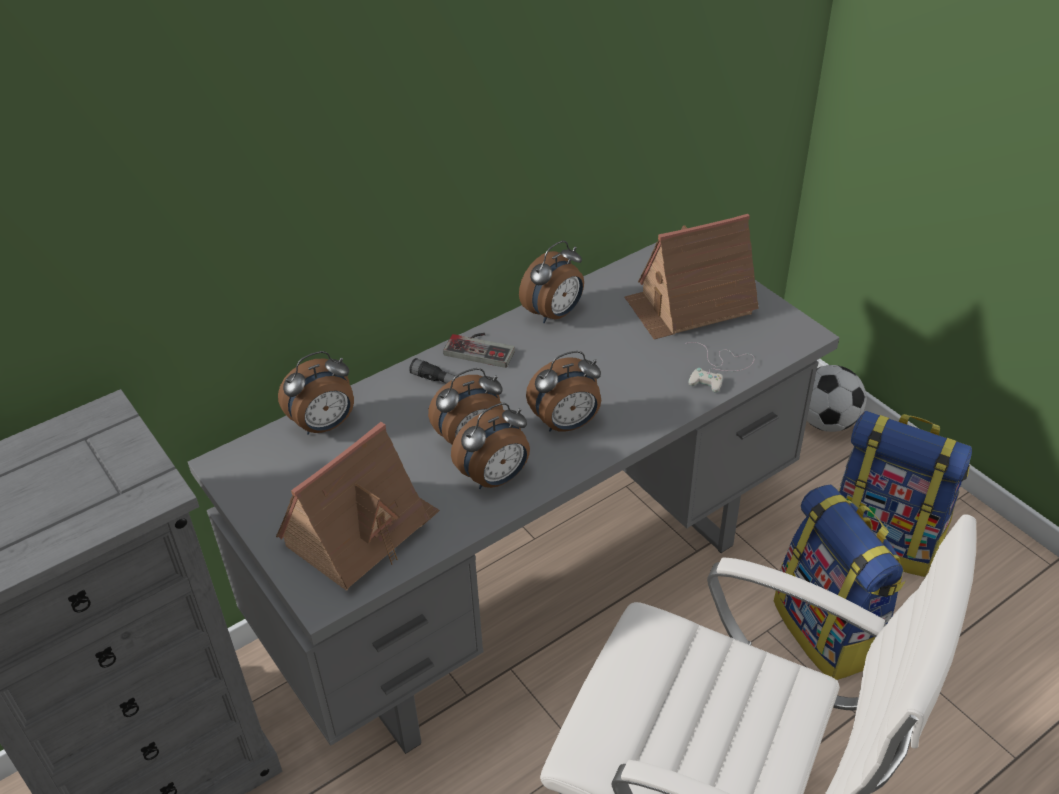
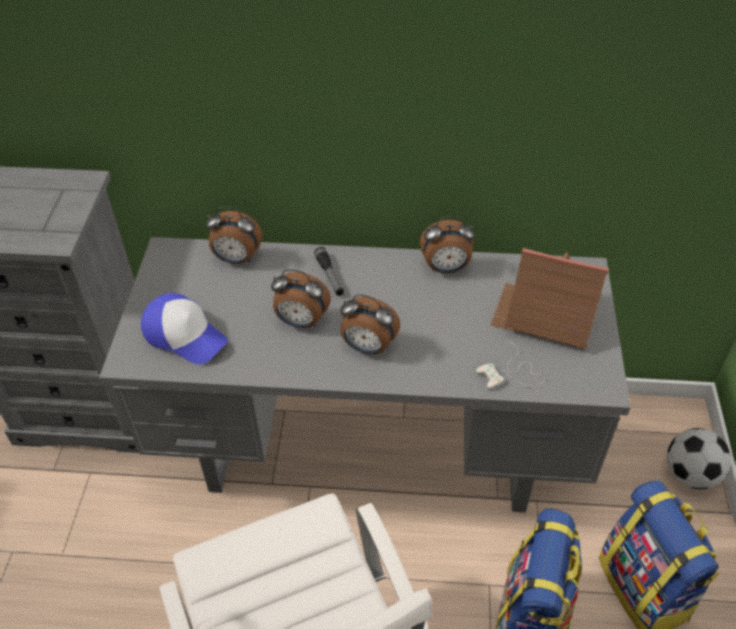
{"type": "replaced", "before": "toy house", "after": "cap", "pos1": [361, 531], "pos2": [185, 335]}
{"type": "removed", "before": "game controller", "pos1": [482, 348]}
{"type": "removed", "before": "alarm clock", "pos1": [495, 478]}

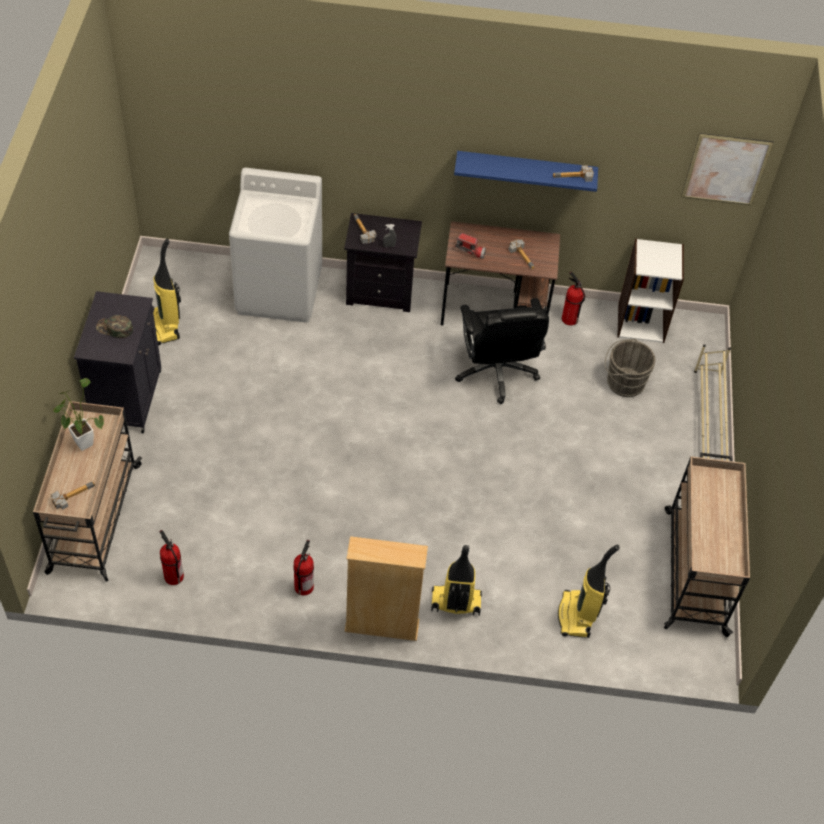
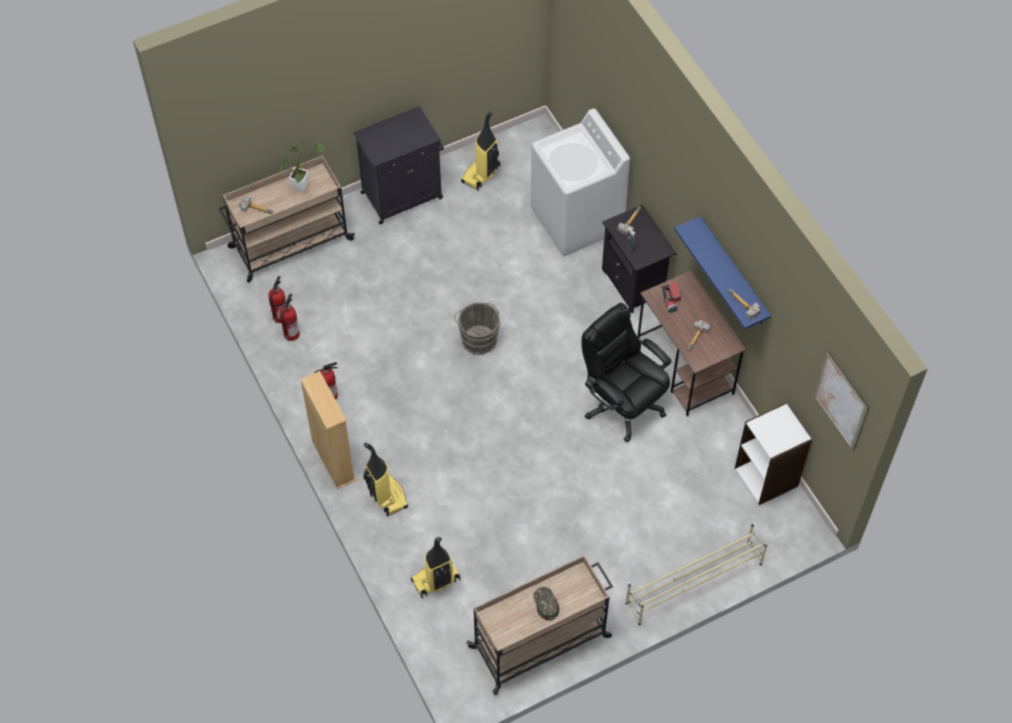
{"type": "moved", "before": "fire extinguisher", "pos1": [569, 319], "pos2": [291, 333]}
{"type": "moved", "before": "grey bucket", "pos1": [623, 382], "pos2": [478, 338]}
{"type": "moved", "before": "green cap", "pos1": [114, 329], "pos2": [545, 604]}
{"type": "turned", "before": "black office chair", "pos1": [496, 372], "pos2": [622, 404], "turn": 90}

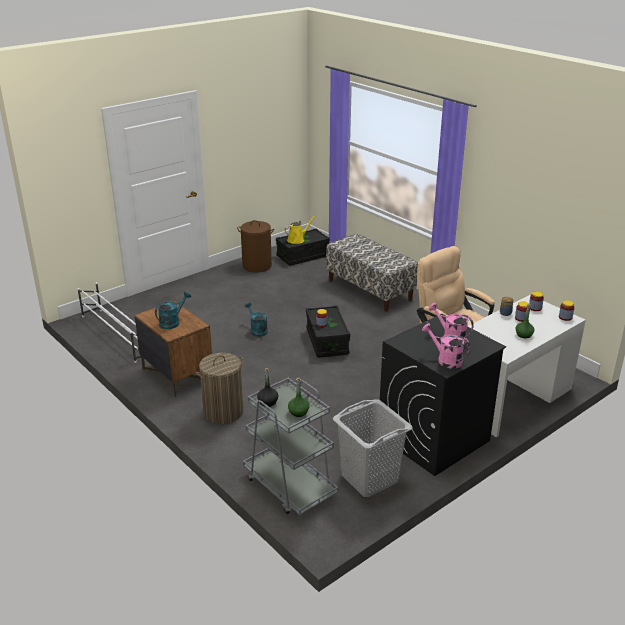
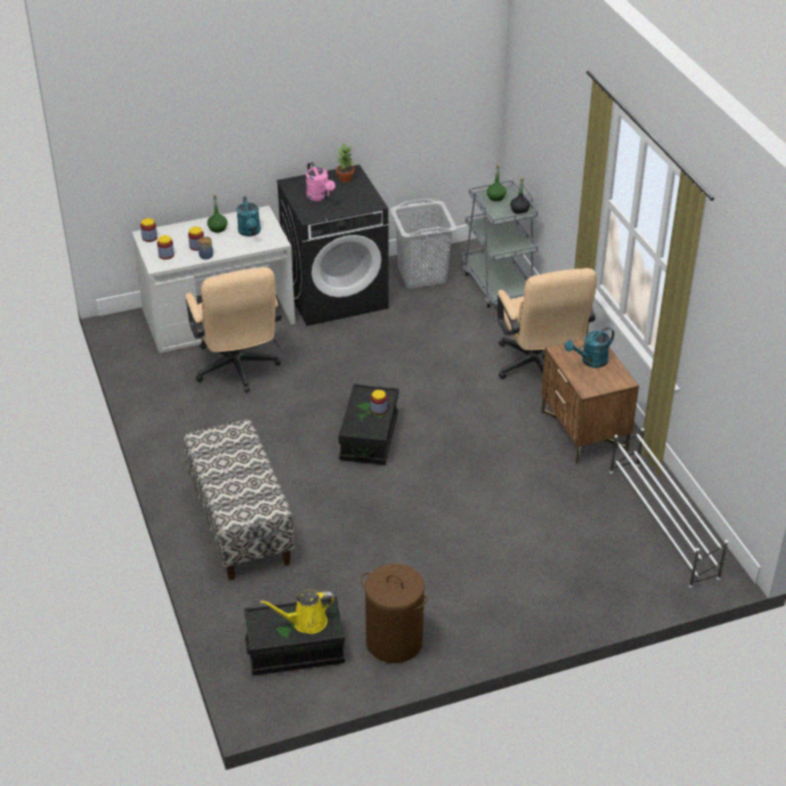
{"type": "moved", "before": "turquoise watering can", "pos1": [257, 330], "pos2": [250, 232]}
{"type": "replaced", "before": "pink watering can", "after": "potted plant", "pos1": [445, 360], "pos2": [345, 178]}
{"type": "replaced", "before": "laundry basket", "after": "beige office chair", "pos1": [223, 412], "pos2": [539, 369]}

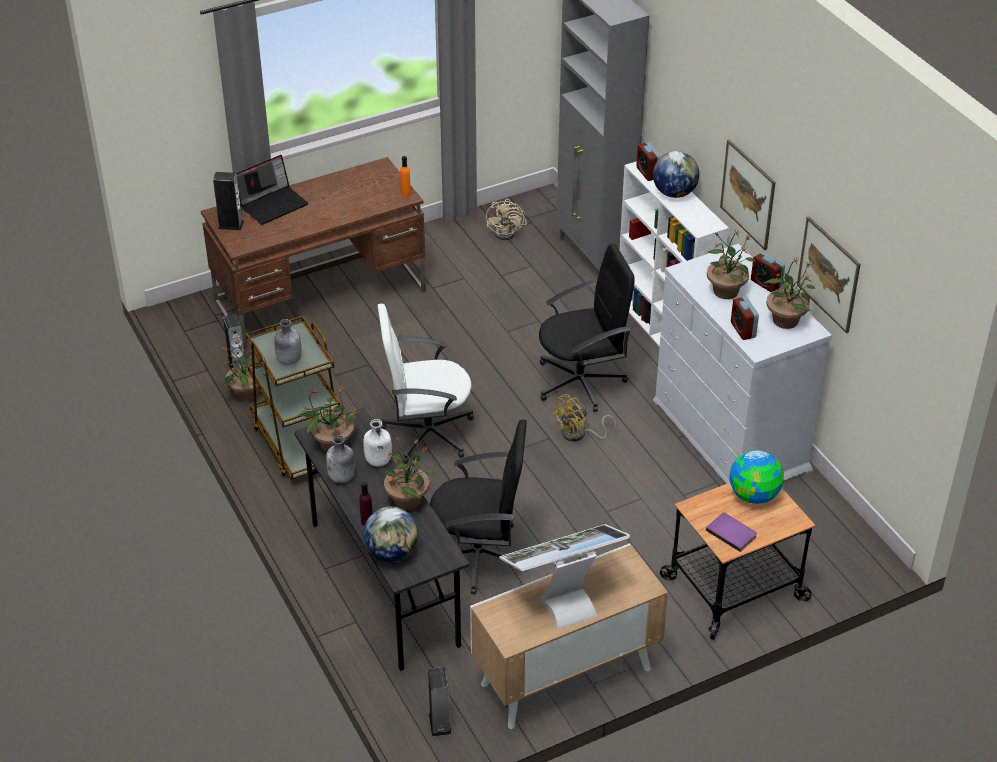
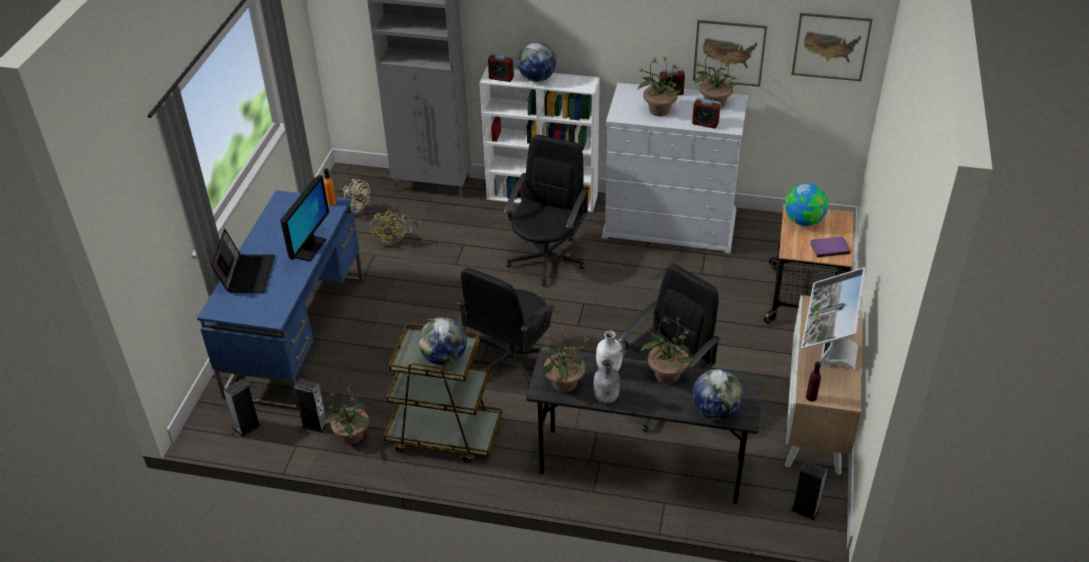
{"type": "recoloured", "before": "brown desk", "after": "blue desk", "pos1": [321, 296], "pos2": [297, 336]}
{"type": "moved", "before": "speaker", "pos1": [231, 224], "pos2": [247, 427]}
{"type": "added", "after": "monitor", "pos2": [309, 248]}
{"type": "moved", "before": "yellow fan", "pos1": [579, 434], "pos2": [394, 240]}
{"type": "replaced", "before": "grey bottle", "after": "globe", "pos1": [288, 360], "pos2": [444, 358]}
{"type": "recoloured", "before": "white office chair", "after": "black office chair", "pos1": [426, 433], "pos2": [511, 360]}
{"type": "moved", "before": "picture", "pos1": [748, 194], "pos2": [831, 46]}
{"type": "moved", "before": "purple bottle", "pos1": [367, 521], "pos2": [811, 397]}

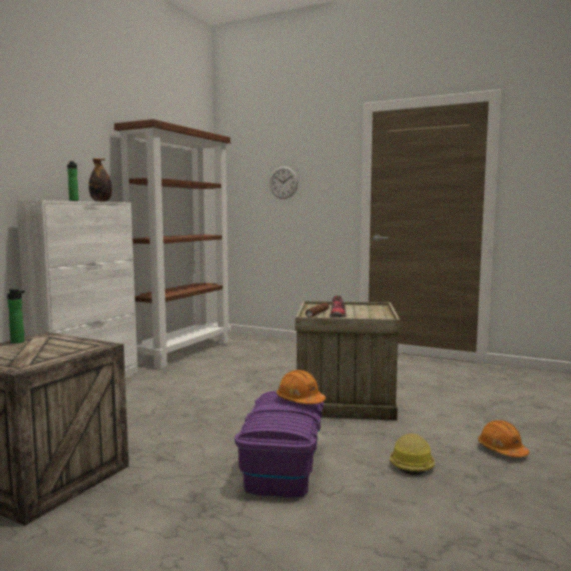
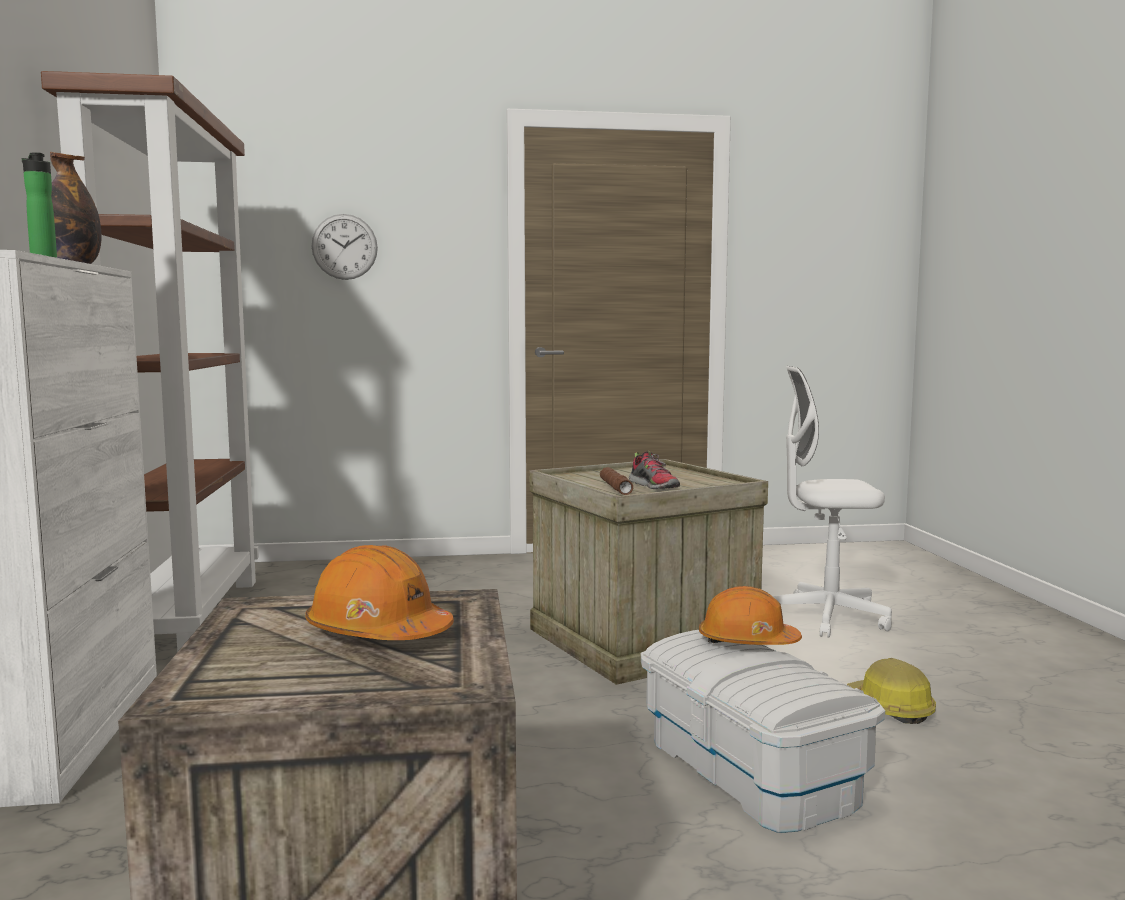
{"type": "moved", "before": "orange hard hat", "pos1": [502, 450], "pos2": [378, 633]}
{"type": "recoloured", "before": "purple storage box", "after": "white storage box", "pos1": [283, 466], "pos2": [751, 771]}
{"type": "added", "after": "white office chair", "pos2": [827, 618]}
{"type": "removed", "before": "bottle", "pos1": [19, 342]}

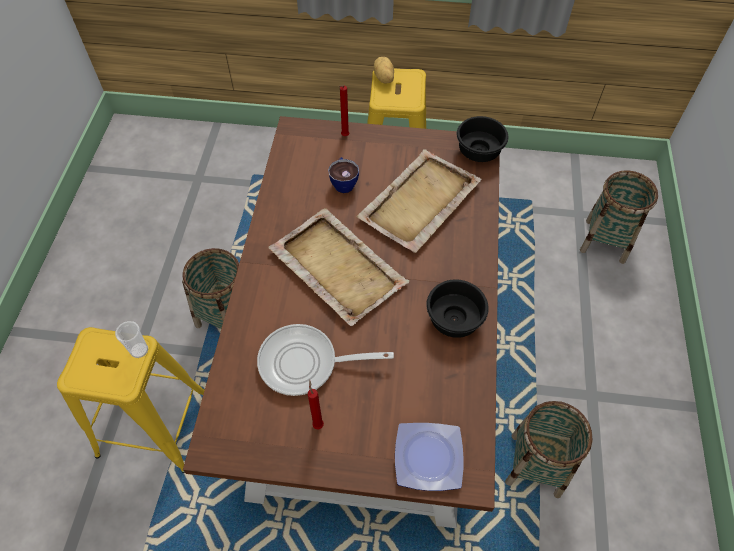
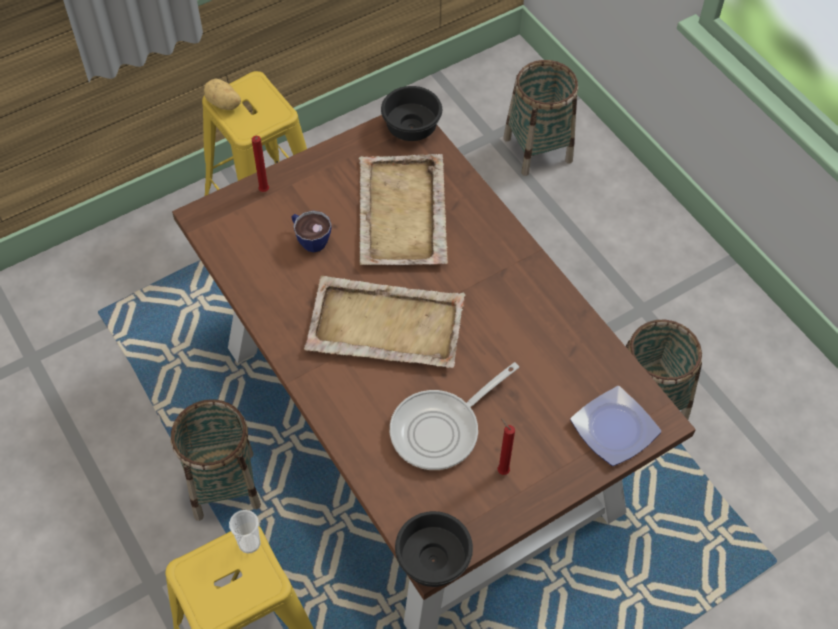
{"type": "moved", "before": "black bowl", "pos1": [456, 319], "pos2": [434, 558]}

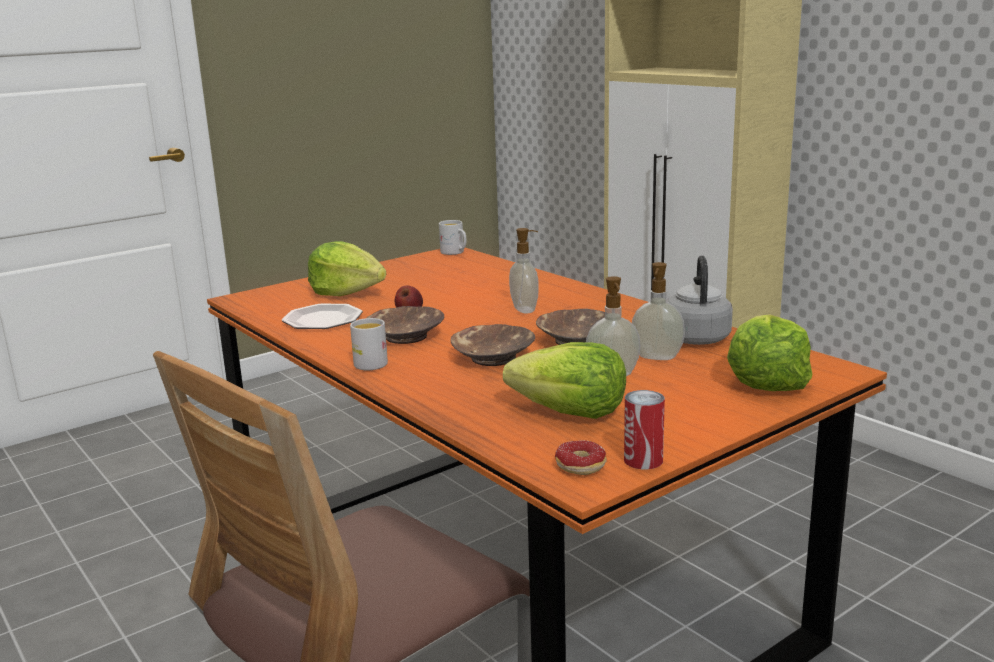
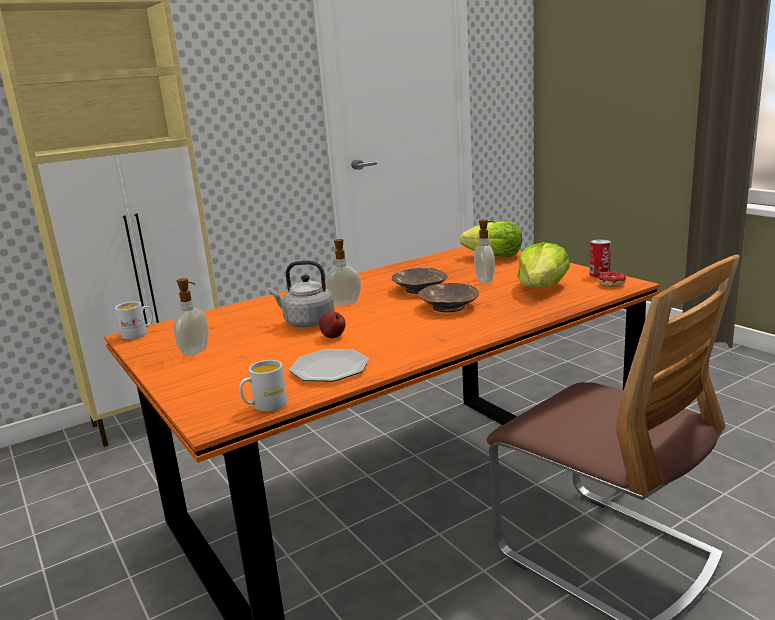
{"type": "moved", "before": "soap dispenser", "pos1": [656, 358], "pos2": [196, 352]}
{"type": "moved", "before": "white mug", "pos1": [367, 362], "pos2": [264, 406]}
{"type": "moved", "before": "grey kettle", "pos1": [696, 337], "pos2": [306, 323]}
{"type": "removed", "before": "lettuce", "pos1": [347, 292]}
{"type": "removed", "before": "brown bowl", "pos1": [406, 336]}

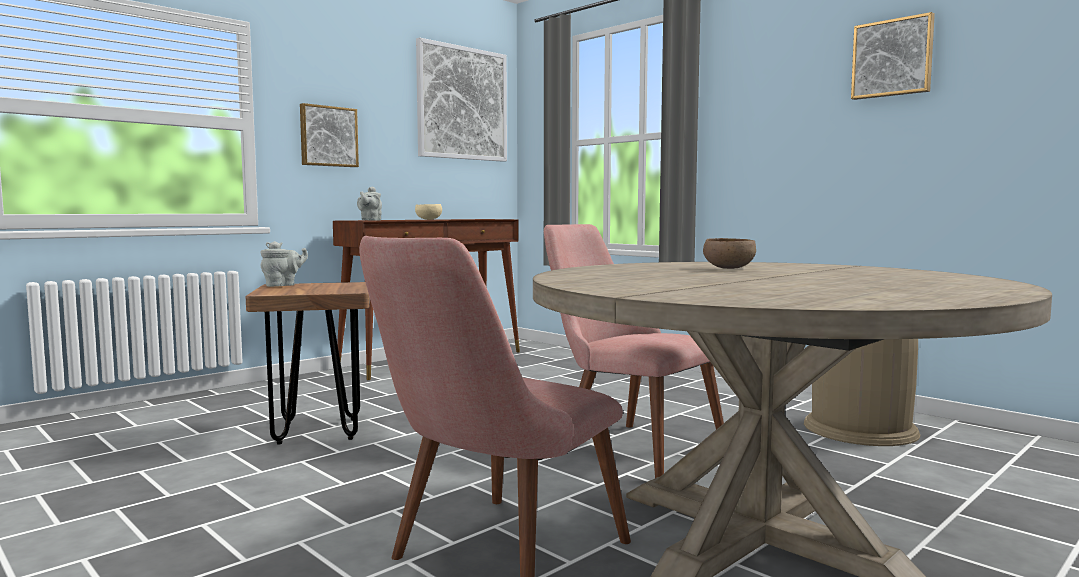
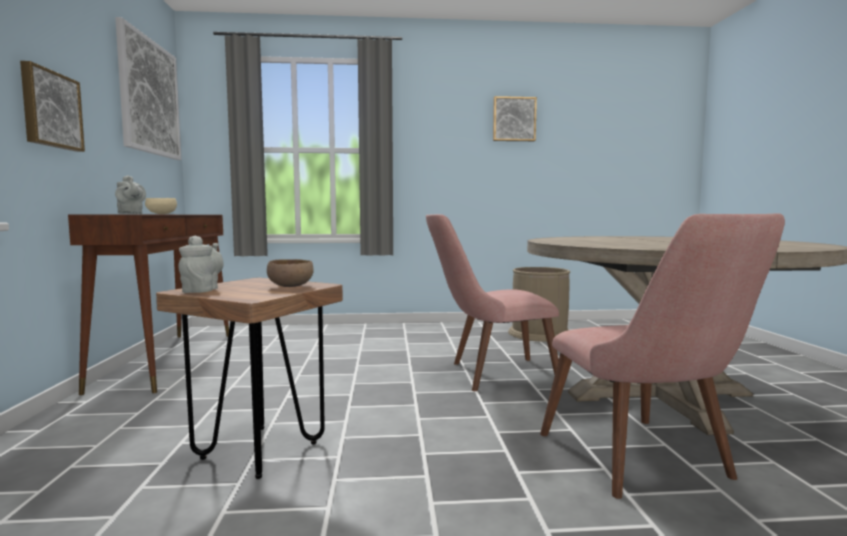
{"type": "moved", "before": "brown bowl", "pos1": [729, 268], "pos2": [291, 286]}

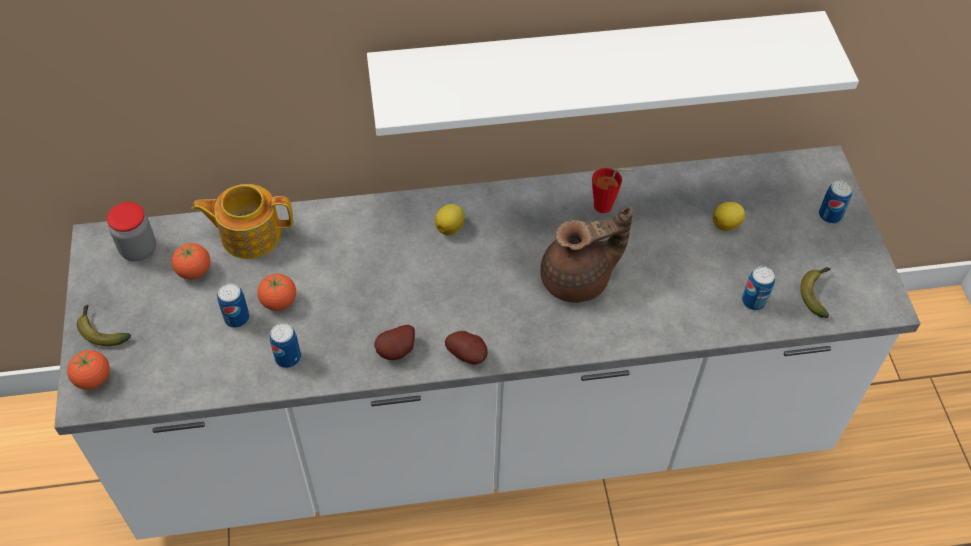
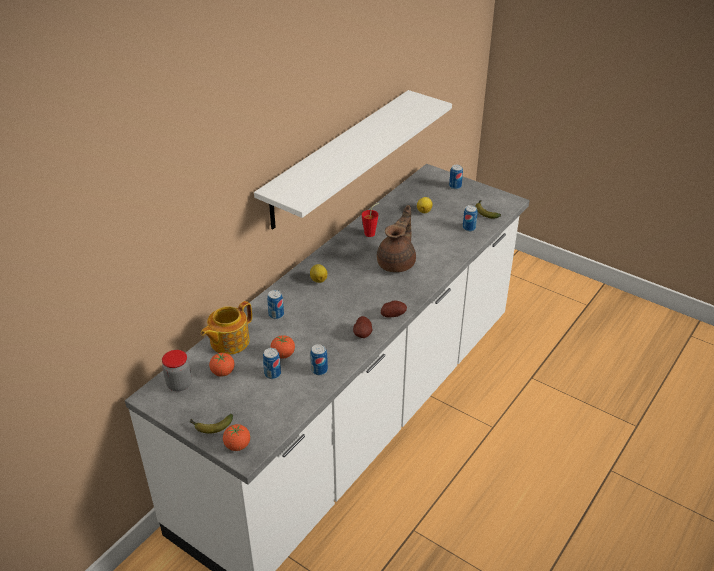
{"type": "added", "after": "can", "pos2": [276, 315]}

